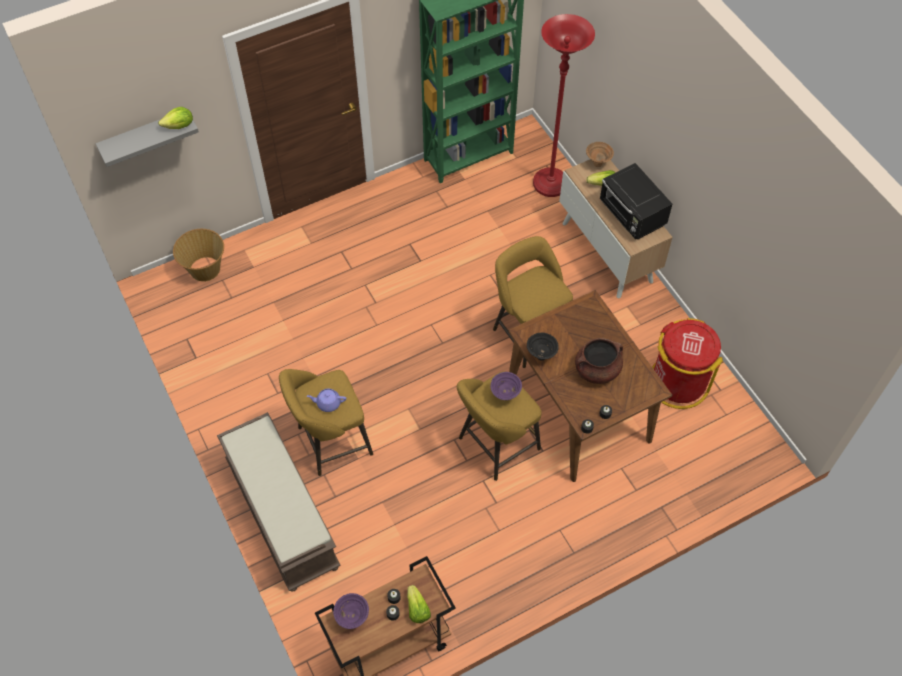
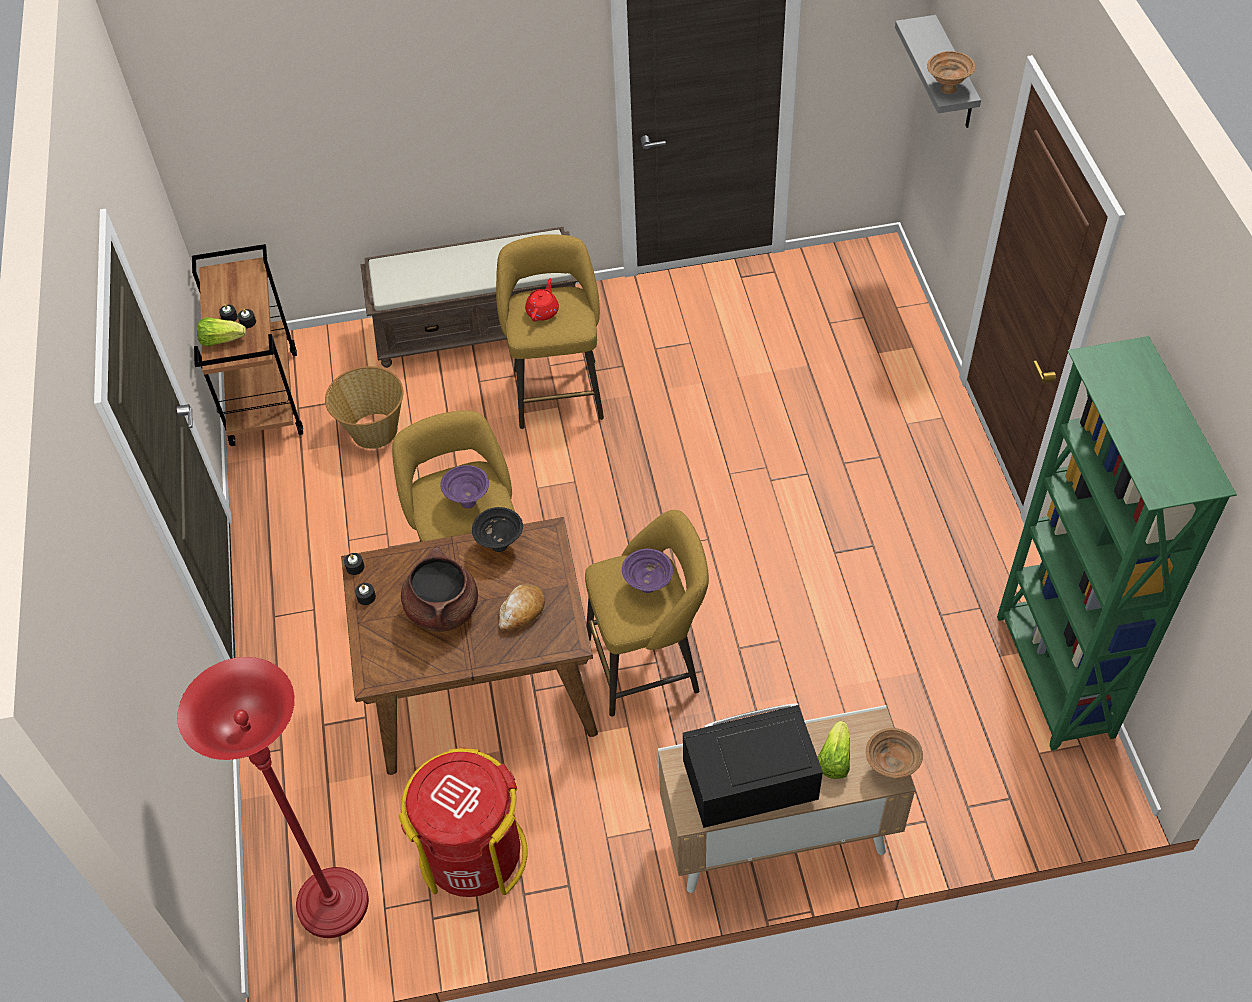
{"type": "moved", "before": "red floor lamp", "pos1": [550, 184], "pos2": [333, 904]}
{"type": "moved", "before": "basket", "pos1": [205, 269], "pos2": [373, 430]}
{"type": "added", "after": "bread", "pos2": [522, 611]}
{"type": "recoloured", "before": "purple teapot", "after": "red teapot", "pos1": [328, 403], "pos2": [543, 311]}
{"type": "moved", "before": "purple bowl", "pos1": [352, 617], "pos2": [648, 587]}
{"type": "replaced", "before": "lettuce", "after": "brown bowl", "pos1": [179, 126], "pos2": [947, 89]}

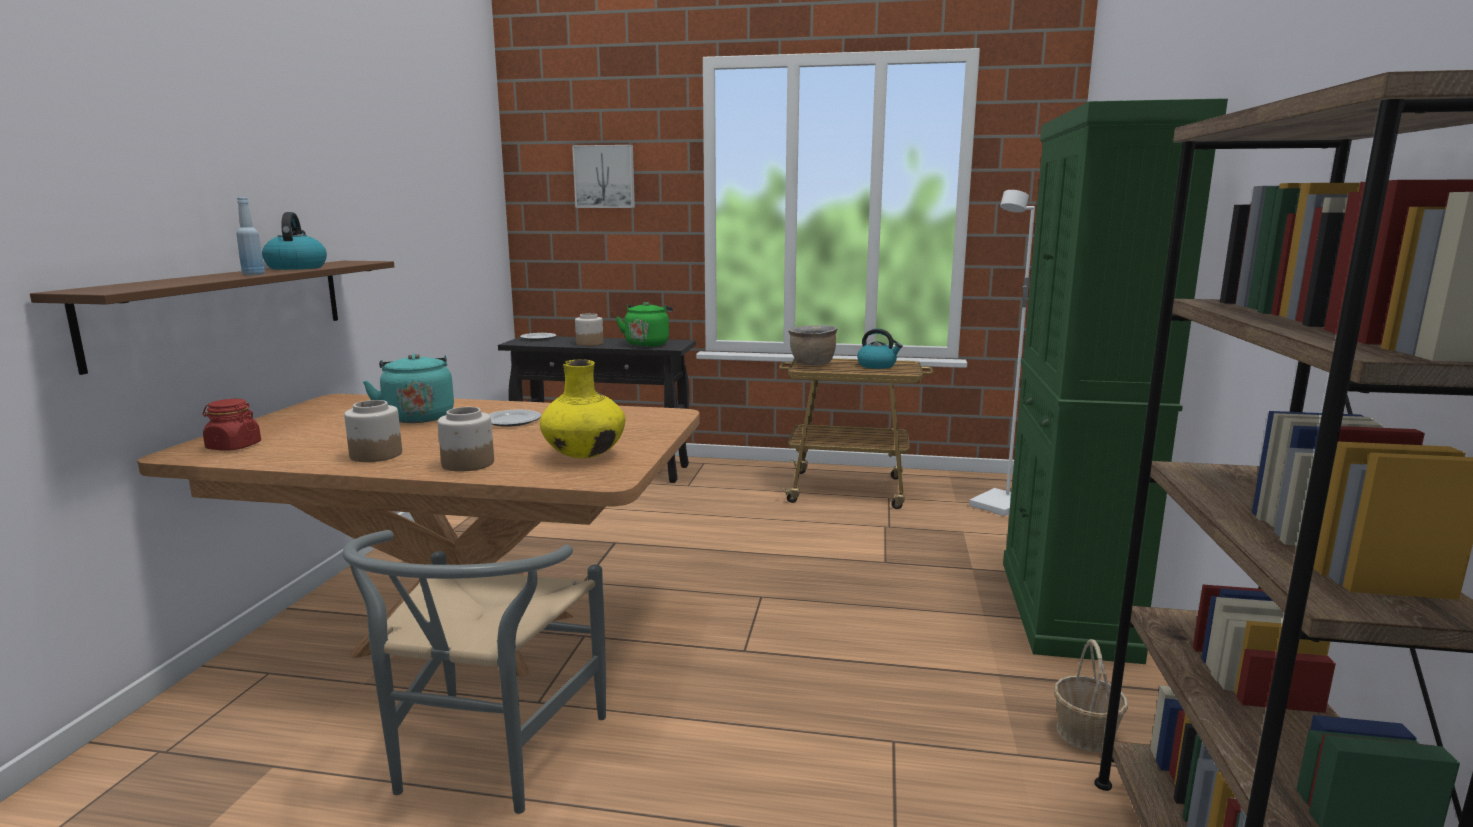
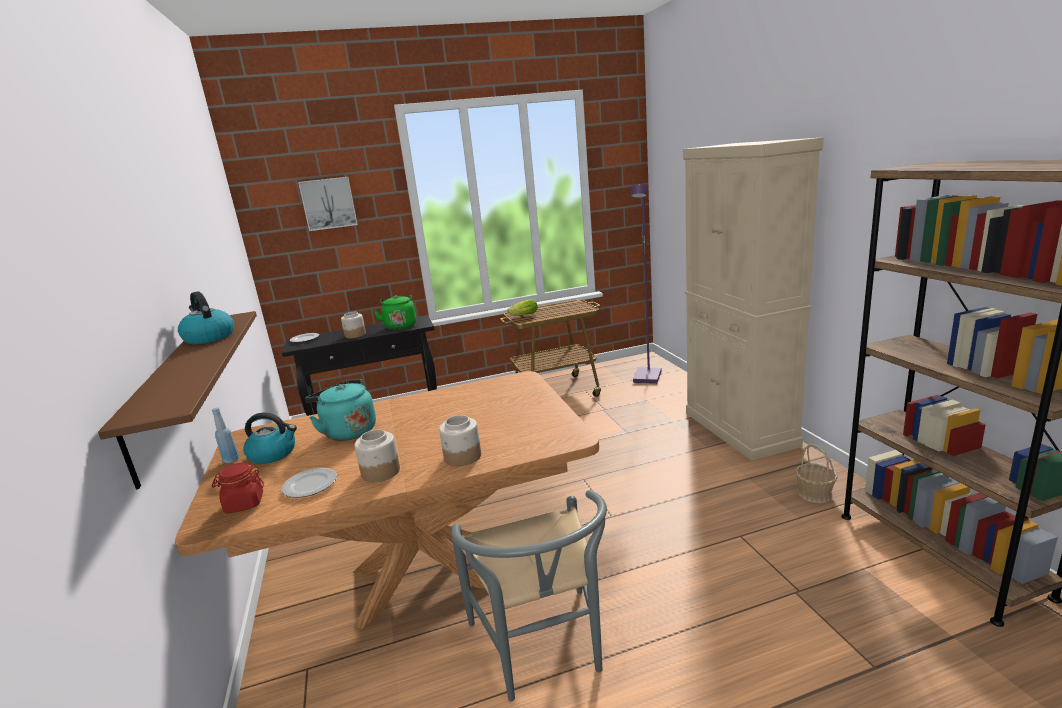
{"type": "moved", "before": "blue bottle", "pos1": [253, 274], "pos2": [231, 460]}
{"type": "moved", "before": "kettle", "pos1": [877, 365], "pos2": [273, 454]}
{"type": "moved", "before": "plate", "pos1": [511, 421], "pos2": [310, 485]}
{"type": "replaced", "before": "brown cooking pot", "after": "lettuce", "pos1": [812, 364], "pos2": [522, 315]}
{"type": "recoloured", "before": "white floor lamp", "after": "purple floor lamp", "pos1": [1000, 505], "pos2": [648, 377]}
{"type": "recoloured", "before": "green cabinet", "after": "beige cabinet", "pos1": [1065, 608], "pos2": [739, 429]}
{"type": "removed", "before": "yellow vase", "pos1": [584, 455]}

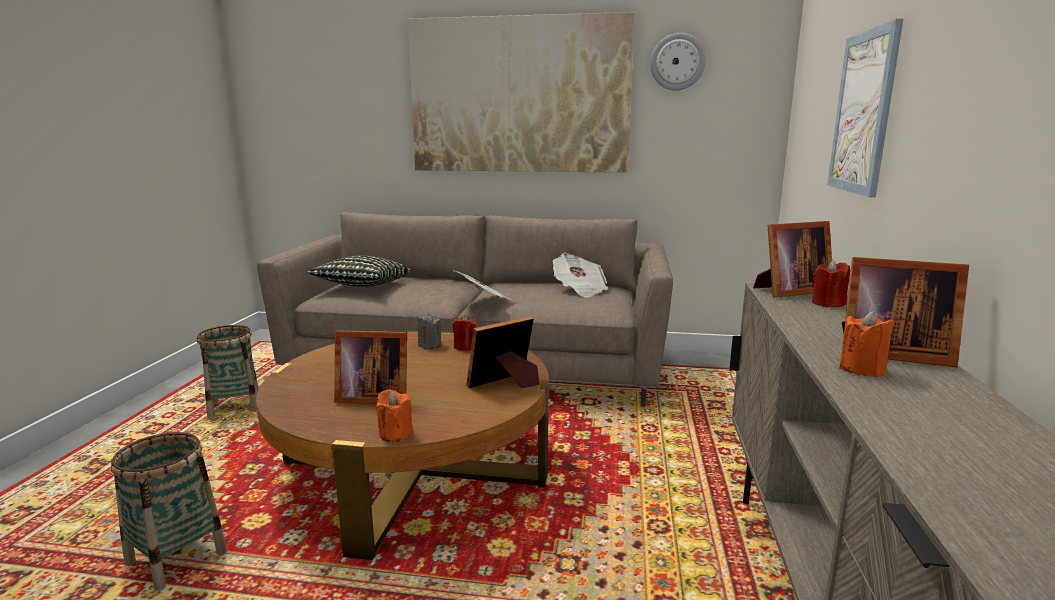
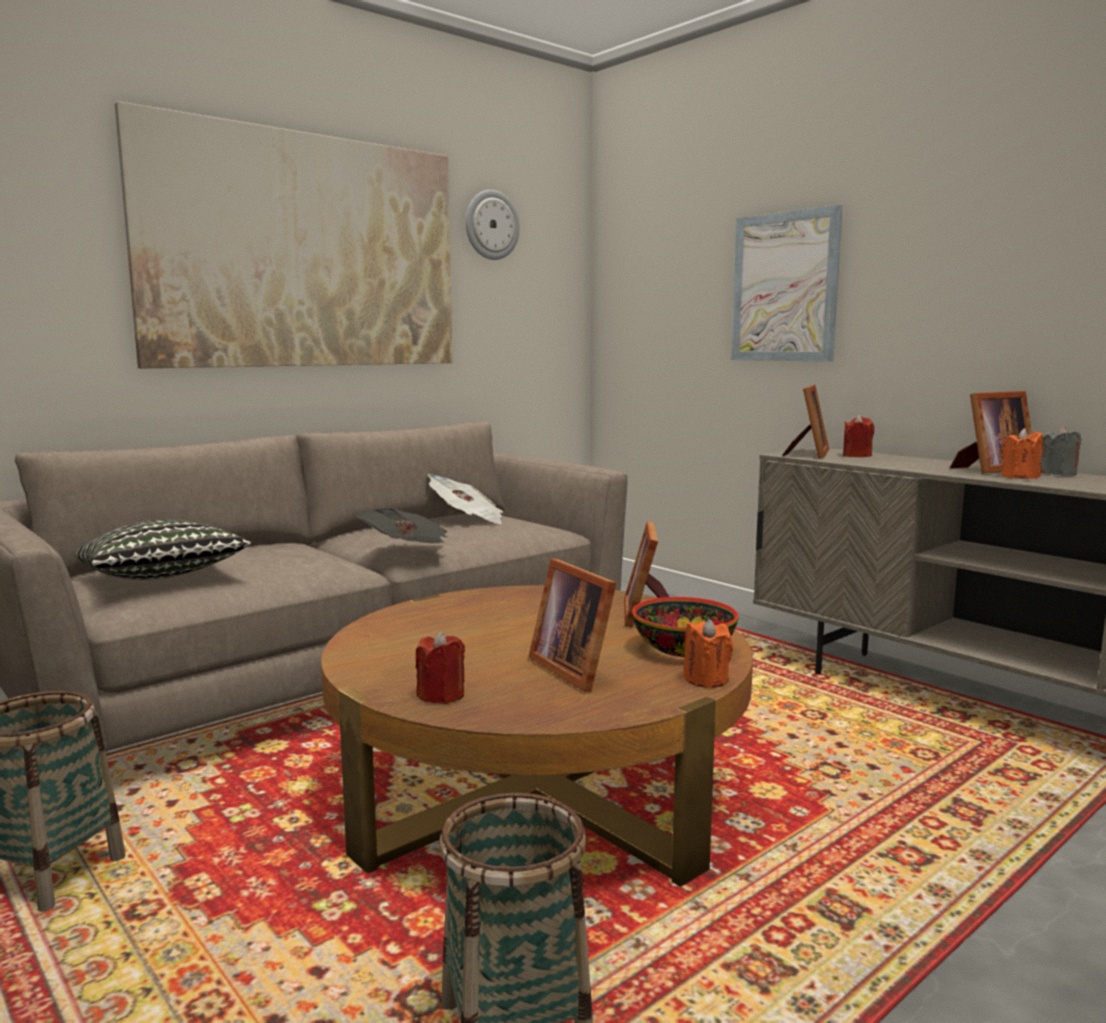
{"type": "moved", "before": "red candle", "pos1": [465, 347], "pos2": [441, 695]}
{"type": "turned", "before": "picture frame", "pos1": [371, 397], "pos2": [575, 669], "turn": 105}
{"type": "added", "after": "bowl", "pos2": [682, 649]}
{"type": "moved", "before": "grey candle", "pos1": [430, 345], "pos2": [1058, 474]}

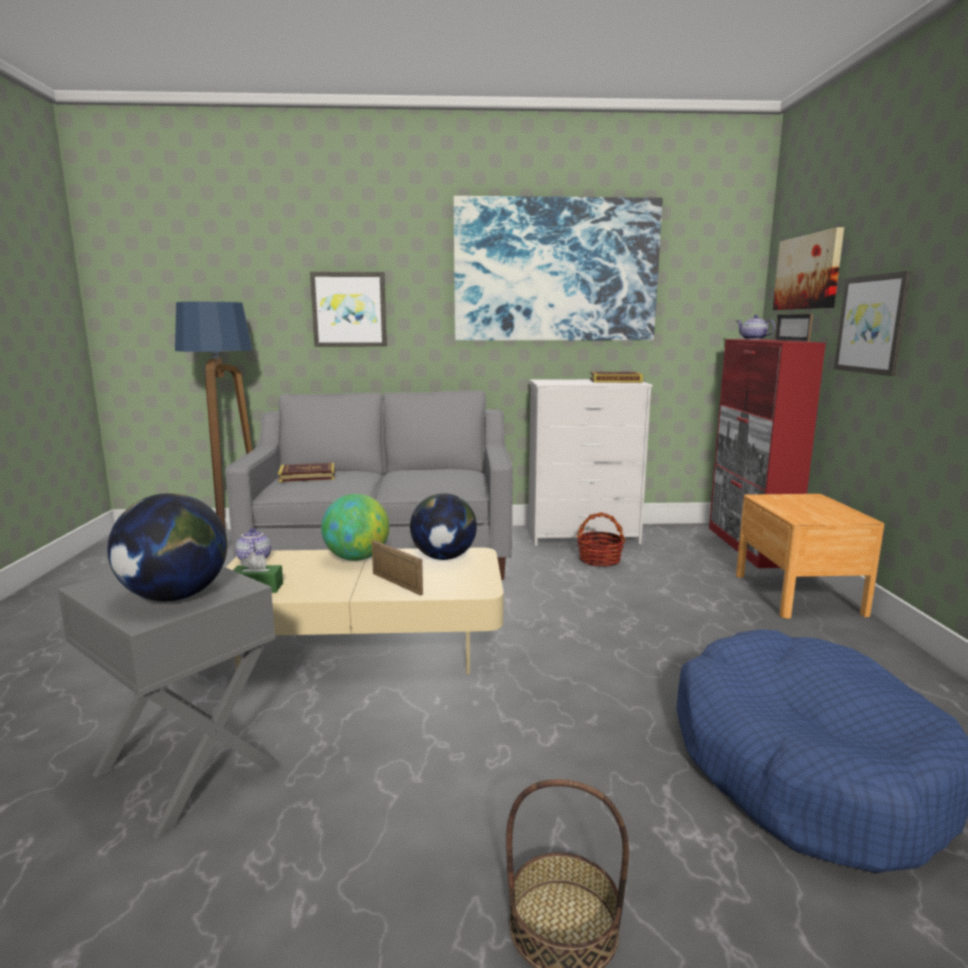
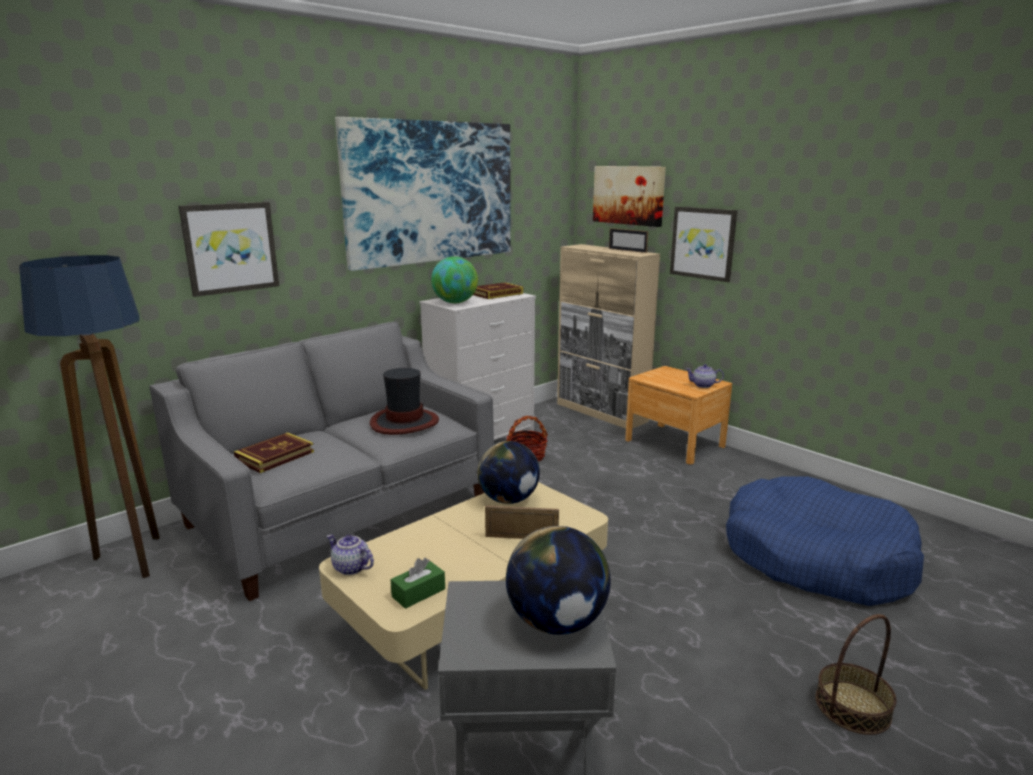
{"type": "added", "after": "hat", "pos2": [404, 422]}
{"type": "moved", "before": "globe", "pos1": [357, 558], "pos2": [455, 302]}
{"type": "recoloured", "before": "red cabinet", "after": "beige cabinet", "pos1": [749, 546], "pos2": [601, 413]}
{"type": "moved", "before": "teapot", "pos1": [753, 339], "pos2": [703, 385]}

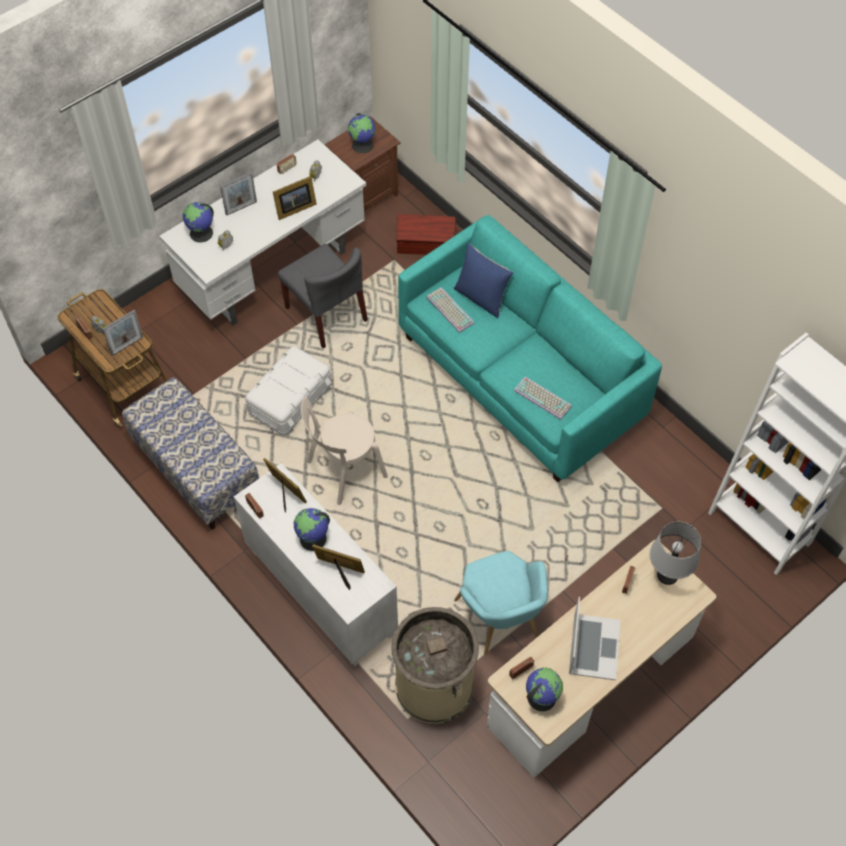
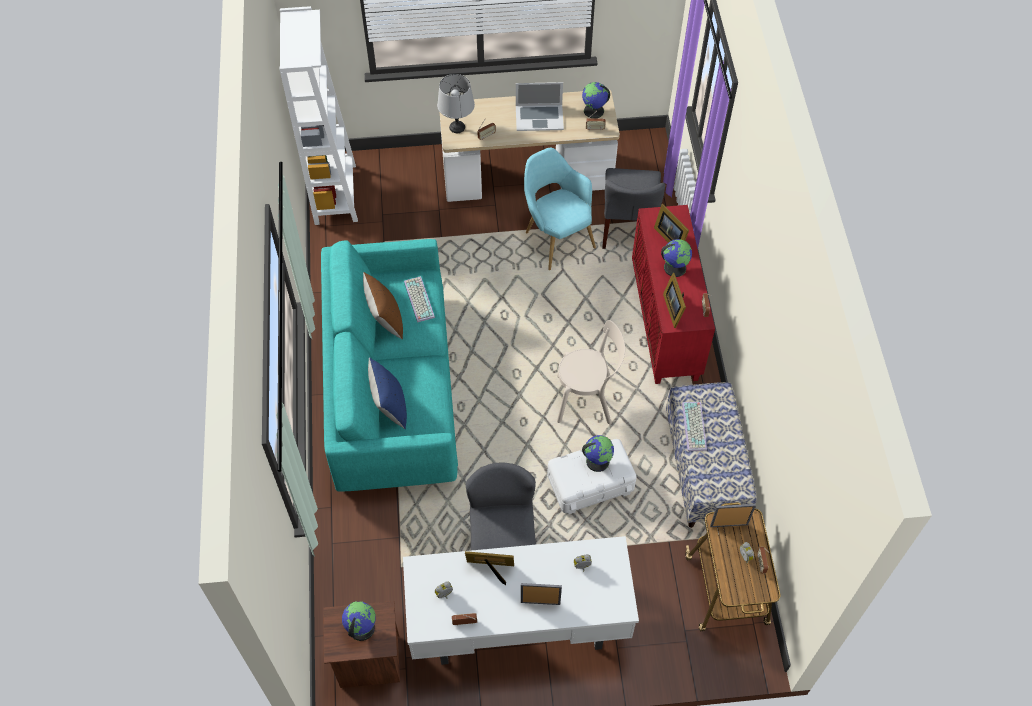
{"type": "added", "after": "brown pillow", "pos2": [385, 320]}
{"type": "turned", "before": "laptop", "pos1": [593, 647], "pos2": [539, 117], "turn": -135}
{"type": "turned", "before": "turquoise armchair", "pos1": [500, 622], "pos2": [556, 237], "turn": -45}
{"type": "moved", "before": "globe", "pos1": [201, 233], "pos2": [597, 461]}
{"type": "replaced", "before": "beige trash can", "after": "grey chair", "pos1": [434, 685], "pos2": [628, 227]}
{"type": "recoloured", "before": "white cabinet", "after": "red cabinet", "pos1": [319, 592], "pos2": [666, 324]}
{"type": "moved", "before": "keyboard", "pos1": [448, 310], "pos2": [695, 427]}
{"type": "removed", "before": "brown storage box", "pos1": [426, 245]}

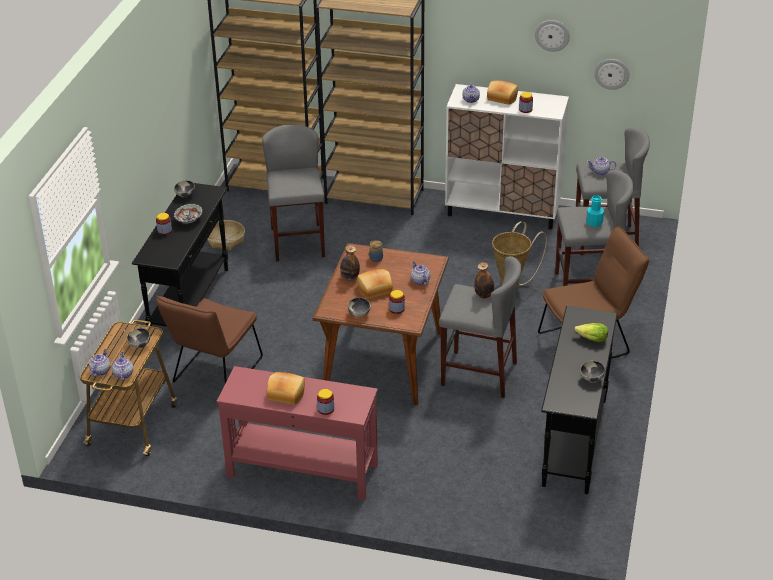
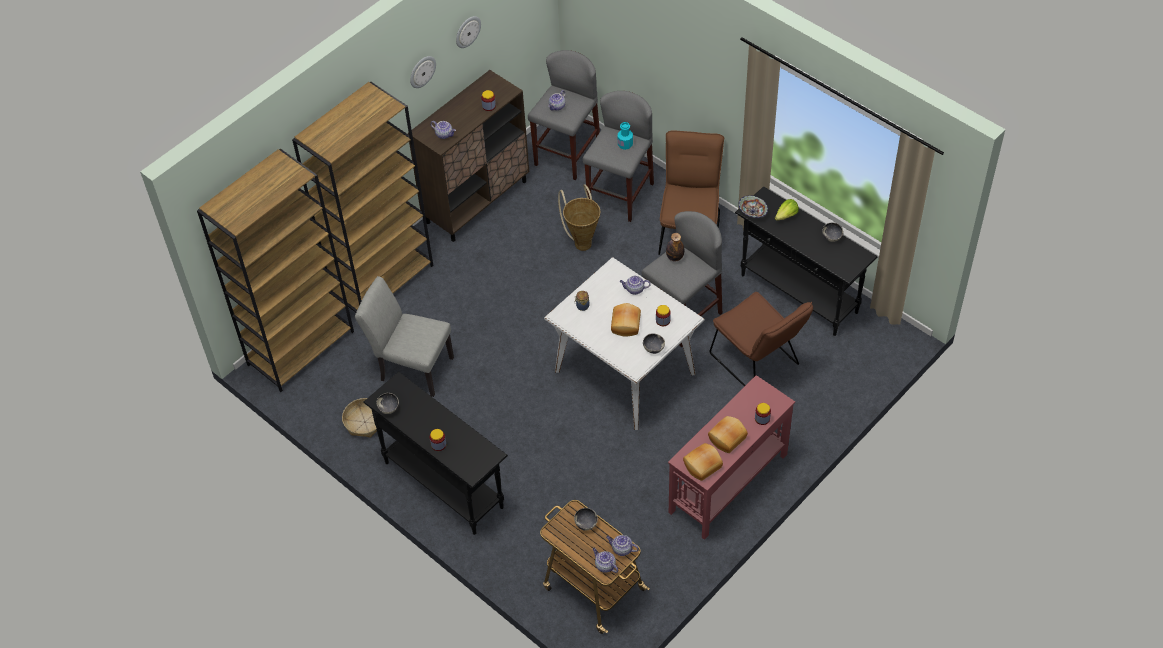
{"type": "replaced", "before": "grey stool", "after": "grey chair", "pos1": [297, 242], "pos2": [411, 367]}
{"type": "recoloured", "before": "white cabinet", "after": "brown cabinet", "pos1": [503, 212], "pos2": [477, 201]}
{"type": "moved", "before": "wall clock", "pos1": [612, 73], "pos2": [422, 71]}
{"type": "recoloured", "before": "brown dining table", "after": "white dining table", "pos1": [383, 360], "pos2": [624, 372]}
{"type": "moved", "before": "bread", "pos1": [502, 98], "pos2": [703, 466]}
{"type": "moved", "before": "brown chair", "pos1": [214, 374], "pos2": [758, 363]}
{"type": "moved", "before": "bowl", "pos1": [188, 220], "pos2": [752, 212]}
{"type": "removed", "before": "bottle", "pos1": [350, 277]}

